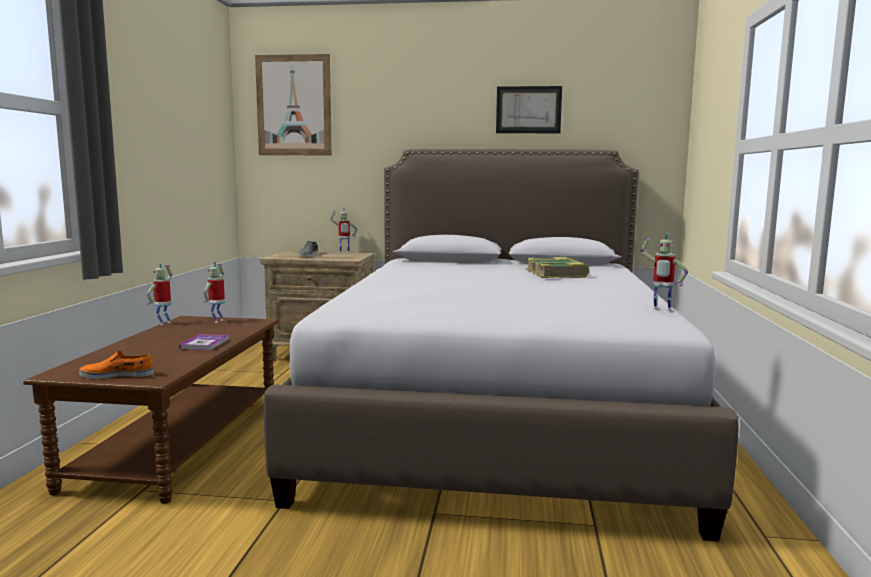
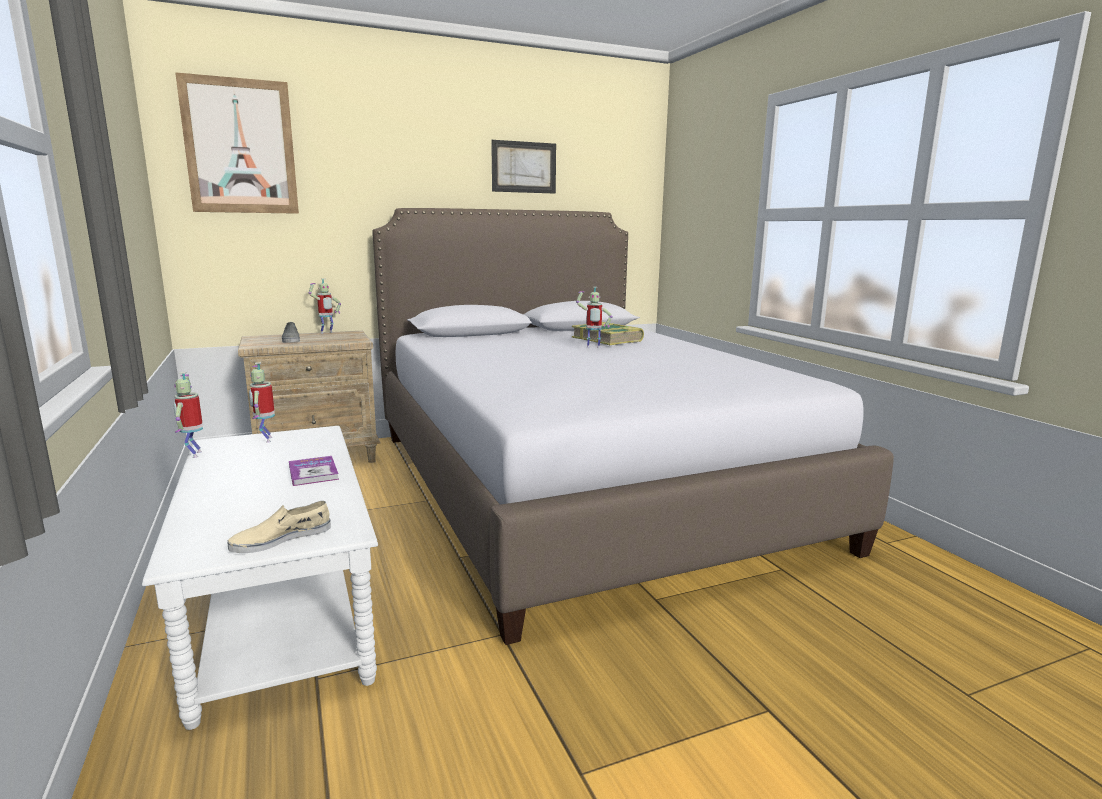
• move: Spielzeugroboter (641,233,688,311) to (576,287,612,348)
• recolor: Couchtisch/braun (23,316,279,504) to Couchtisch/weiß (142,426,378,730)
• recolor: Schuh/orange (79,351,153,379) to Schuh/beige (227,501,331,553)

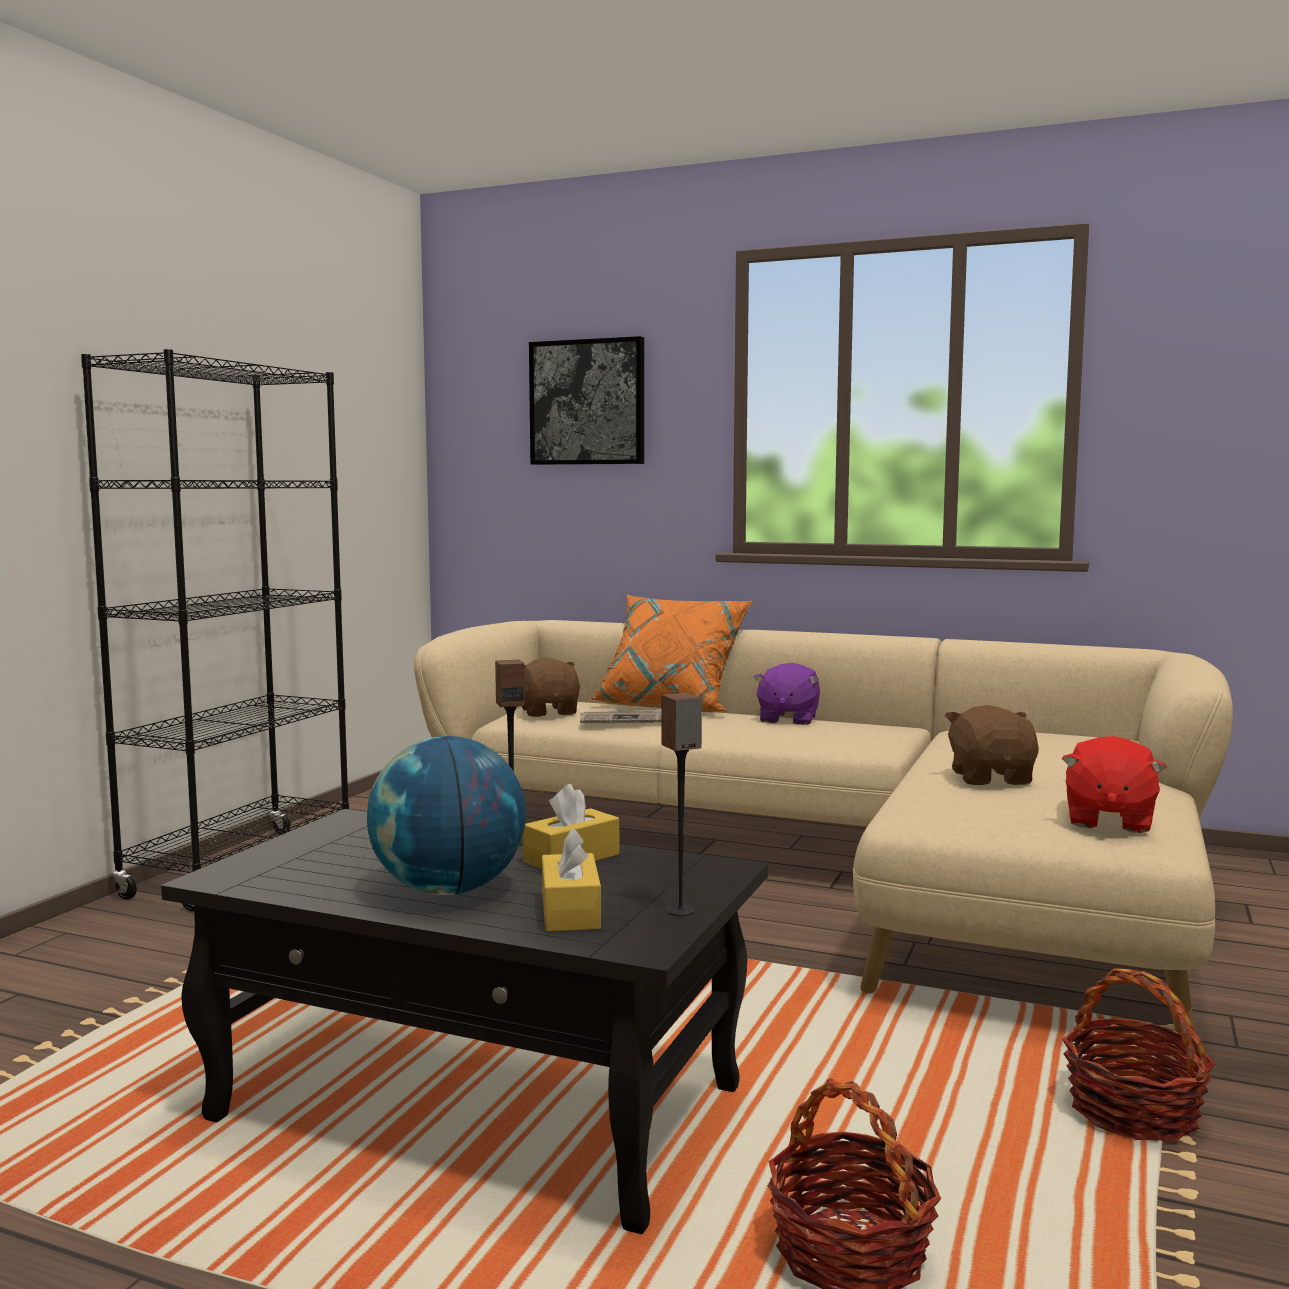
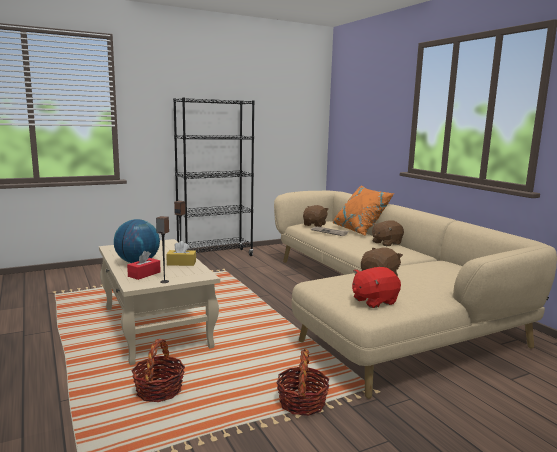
• delete: Bild (529,336,644,465)
• recolor: Couchtisch/schwarz (161,809,768,1234) to Couchtisch/beige (99,239,220,365)
• recolor: Taschentuchbox/gelb (542,828,601,931) to Taschentuchbox/rot (127,251,161,280)
• recolor: Plüschtier/lila (753,663,820,725) to Plüschtier/braun (372,221,404,246)

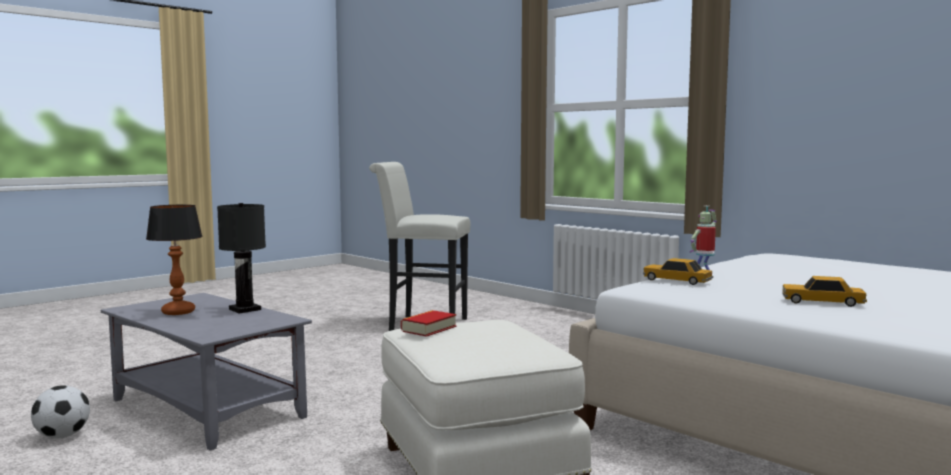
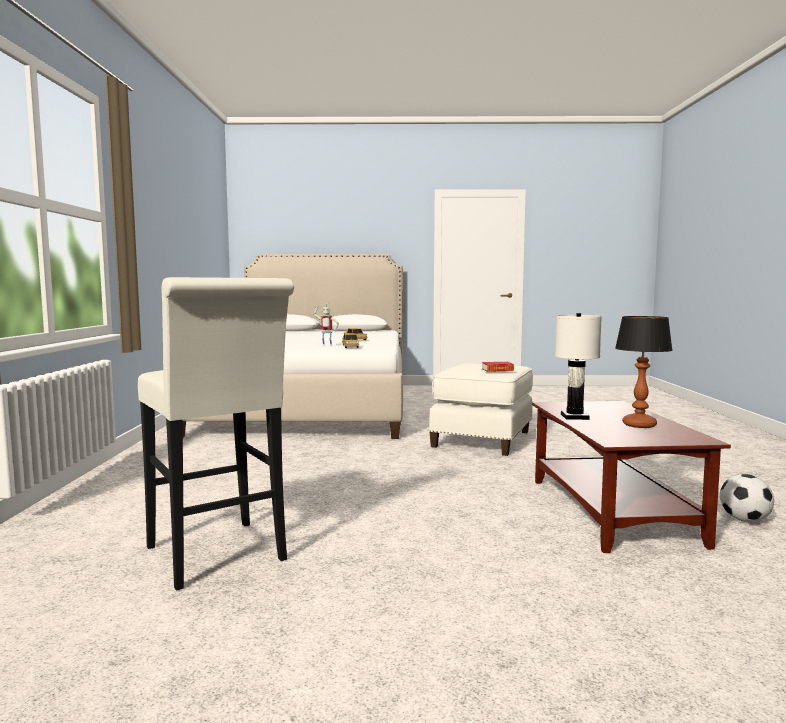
• recolor: Couchtisch/grau (101,293,312,451) to Couchtisch/braun (532,401,731,553)
• recolor: Tischlampe/schwarz (217,203,266,313) to Tischlampe/weiß (555,313,602,420)

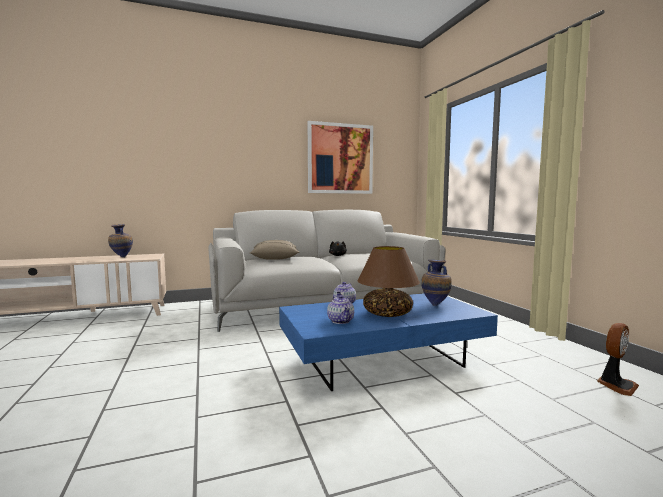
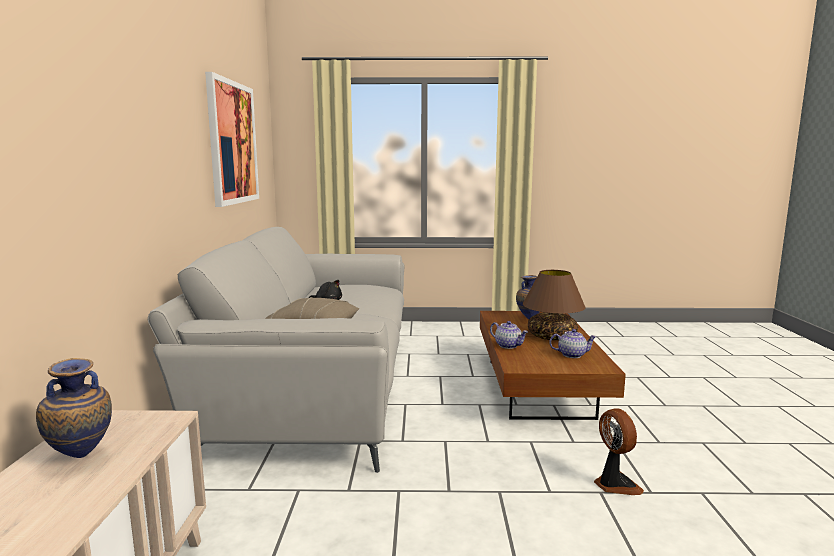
• move: Ventilator (597,323,639,396) to (594,408,644,495)
• recolor: Couchtisch/blau (279,293,498,391) to Couchtisch/braun (480,311,626,420)

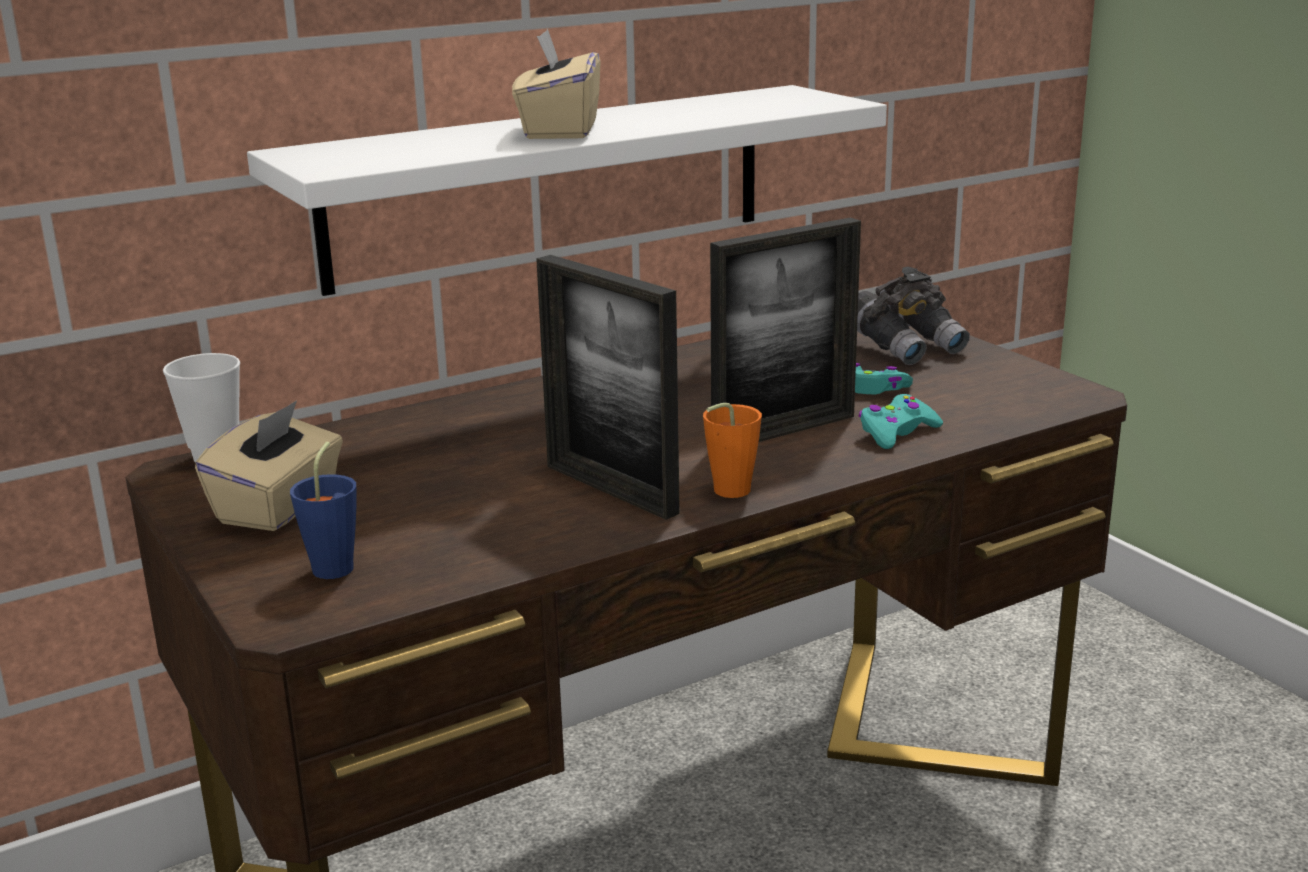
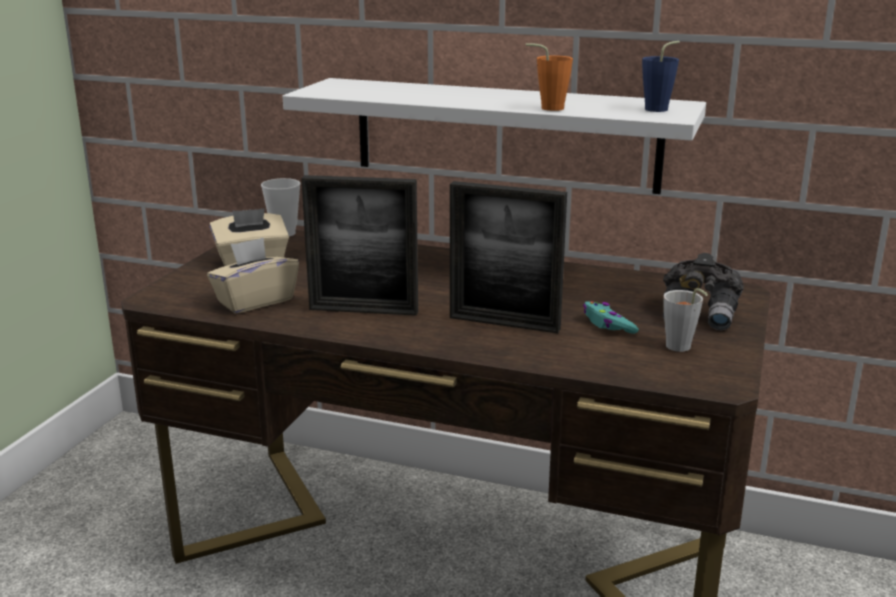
• delete: Gamepad/türkis (859,394,943,449)
• insert: Tasse/grau (663,288,708,352)
• move: Tasse/blau (290,442,356,579) to (642,41,680,112)
• move: Taschentuchbox/beige (512,29,601,139) to (207,237,299,314)
• move: Tasse/orange (703,403,762,498) to (526,43,573,111)
• rotate: Bilderrahmen (536,255,680,520) = (301,175,418,316) 90 degrees counterclockwise

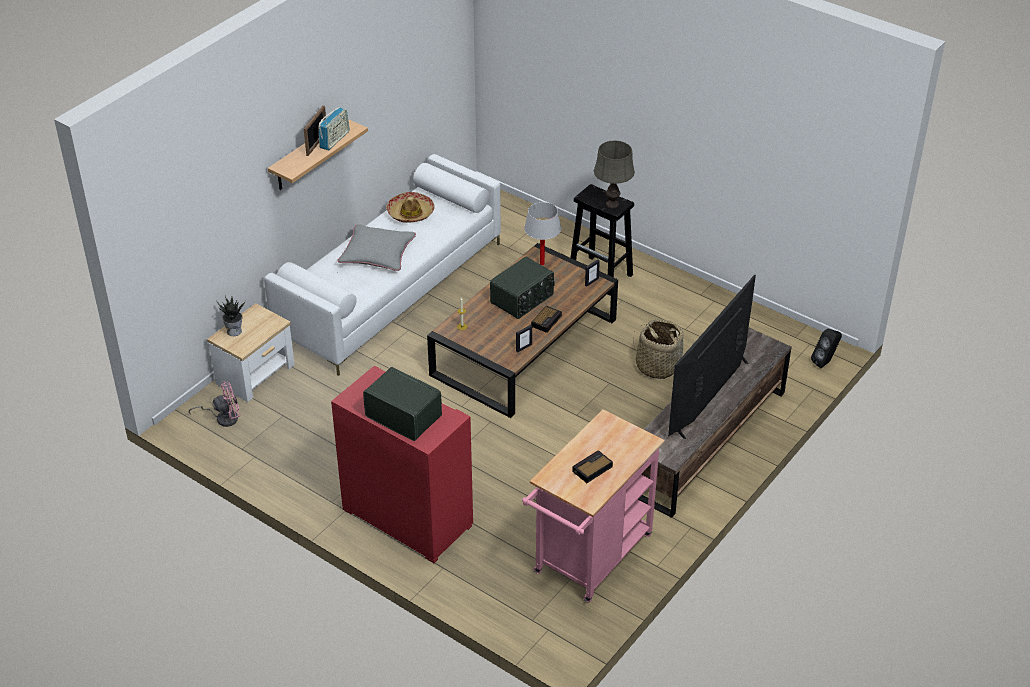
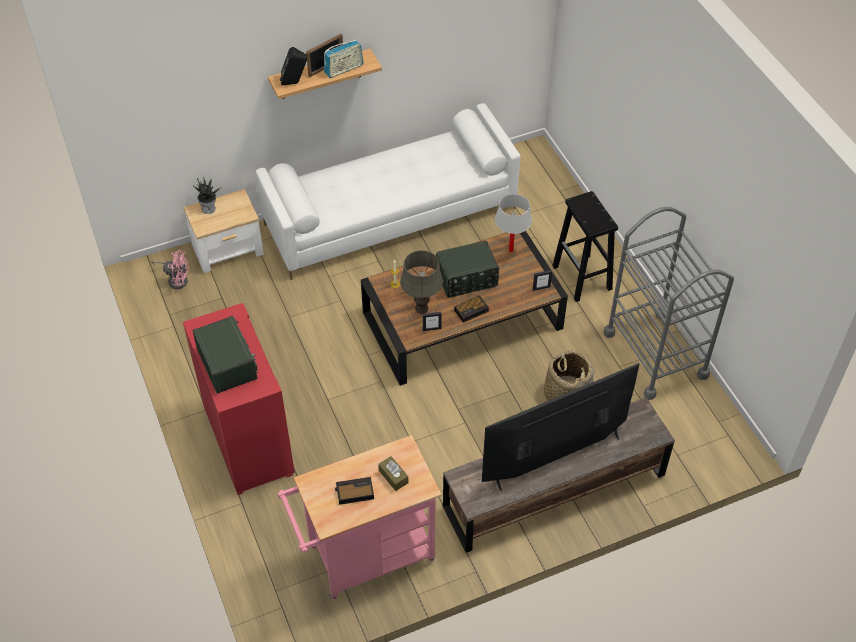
• delete: Kissen/grau (338,224,416,271)
• delete: Hut (386,192,435,223)
• insert: Taschentuchbox/braun (378,456,408,491)
• insert: Rollwagen/grau (604,207,734,400)
• move: Tischlampe/grau (594,140,635,209) to (400,250,443,314)
• move: Lautsprecher/schwarz (811,329,842,368) to (280,47,307,86)

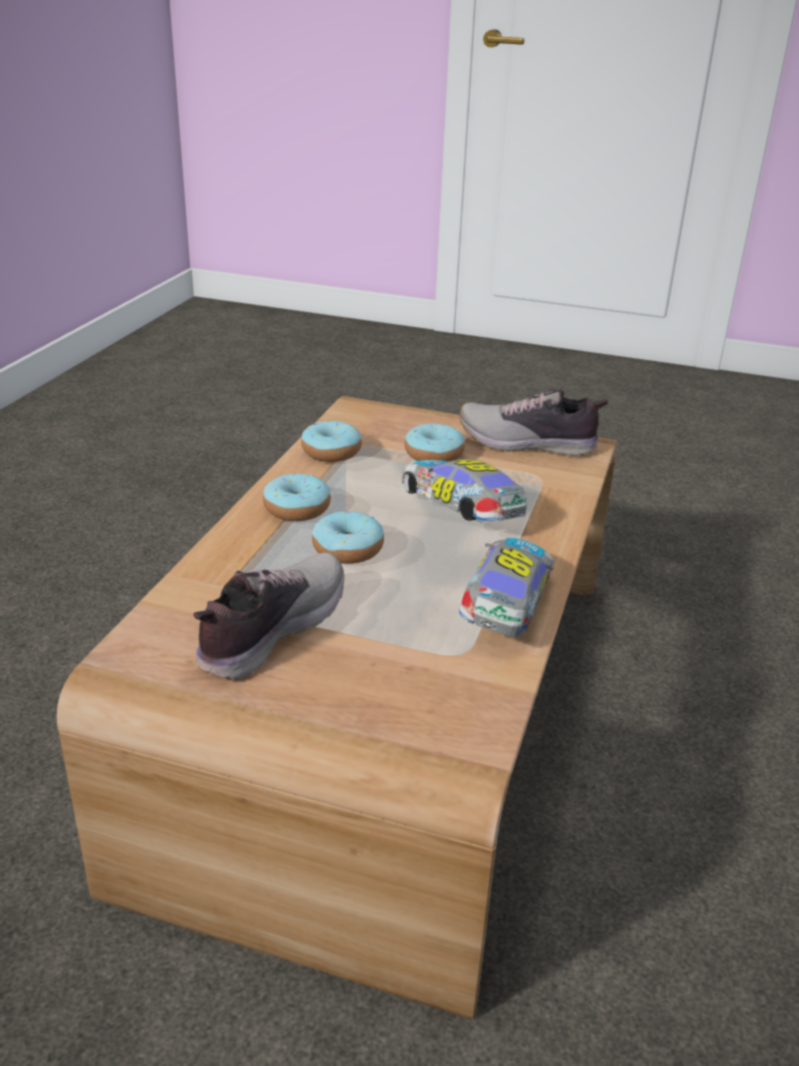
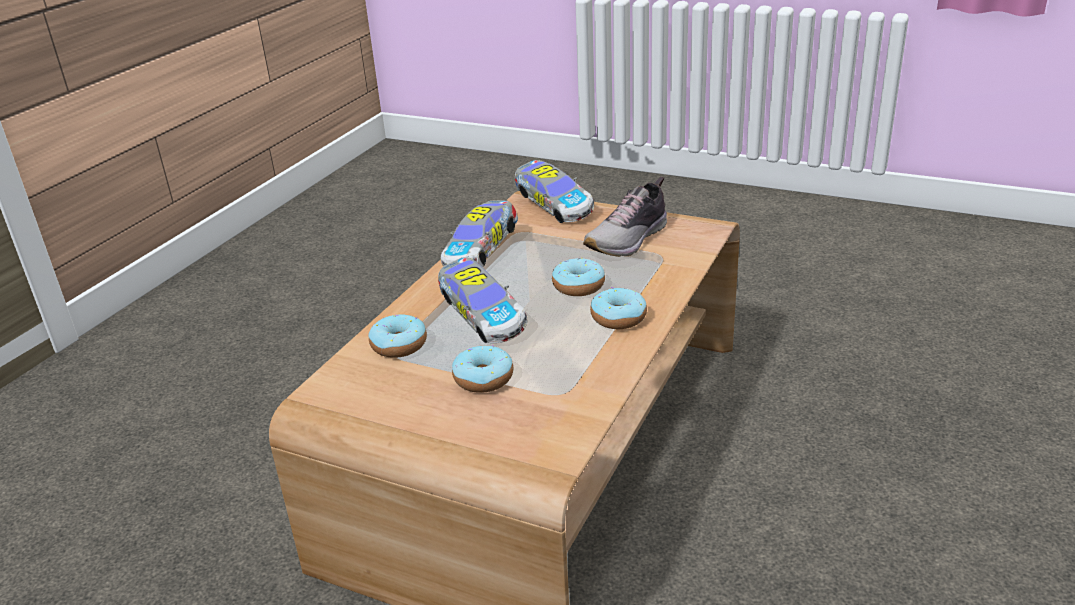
• delete: Schuh (460,389,608,456)
• insert: Spielzeugauto (515,160,594,223)
• move: Donut (301,420,362,462) to (368,314,427,358)

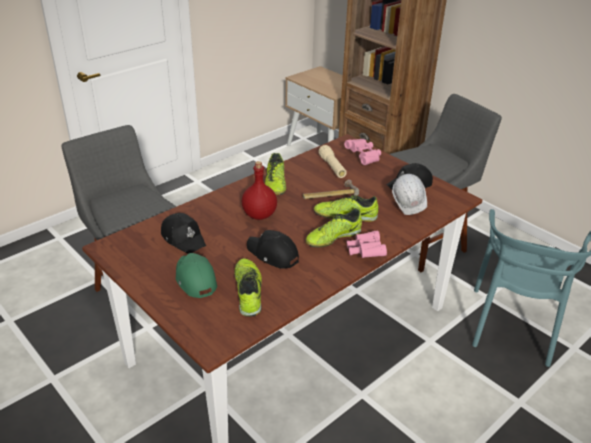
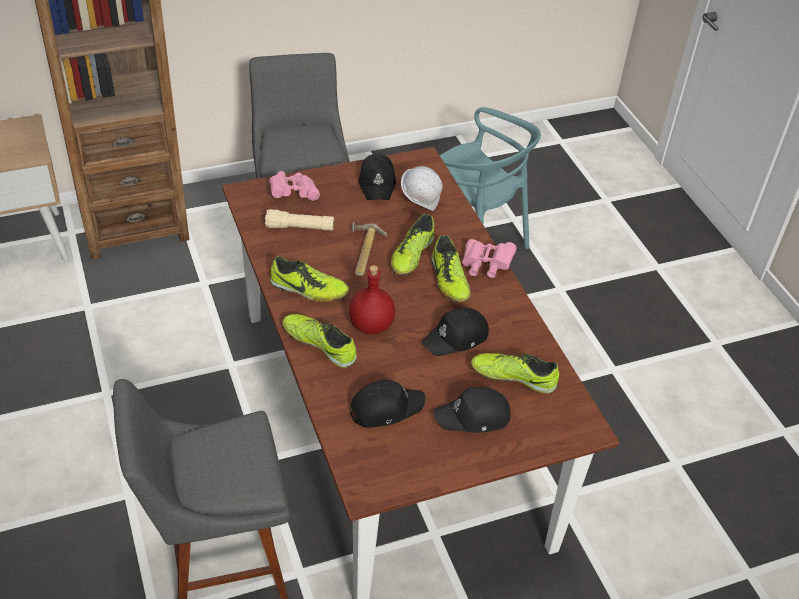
• insert: Schuh (282,314,357,368)
• recolor: Kappe/grün (176,253,217,298) to Kappe/schwarz (433,387,510,433)

